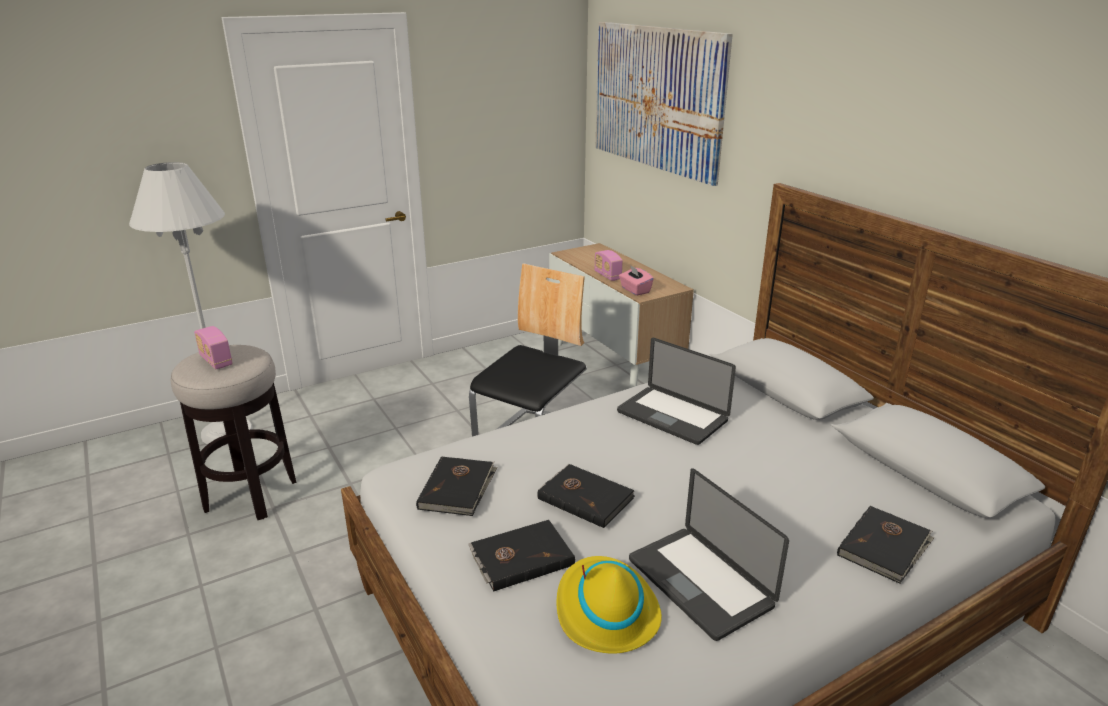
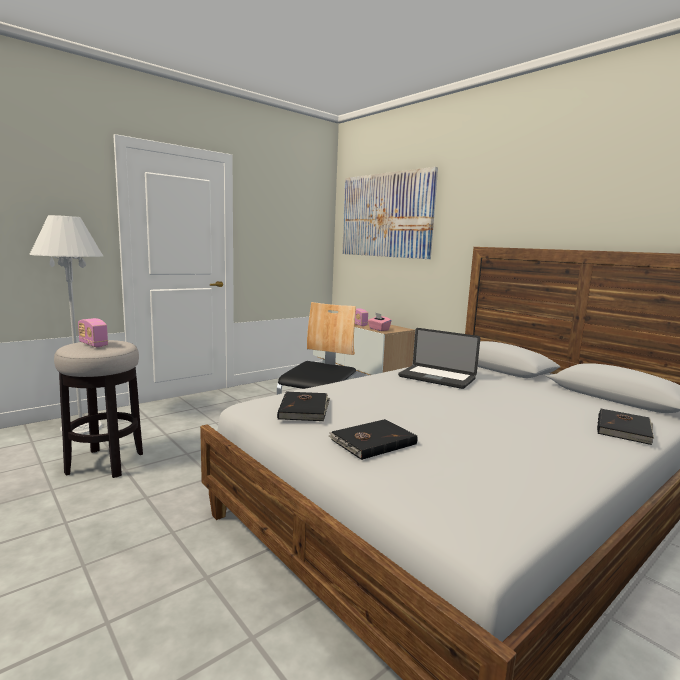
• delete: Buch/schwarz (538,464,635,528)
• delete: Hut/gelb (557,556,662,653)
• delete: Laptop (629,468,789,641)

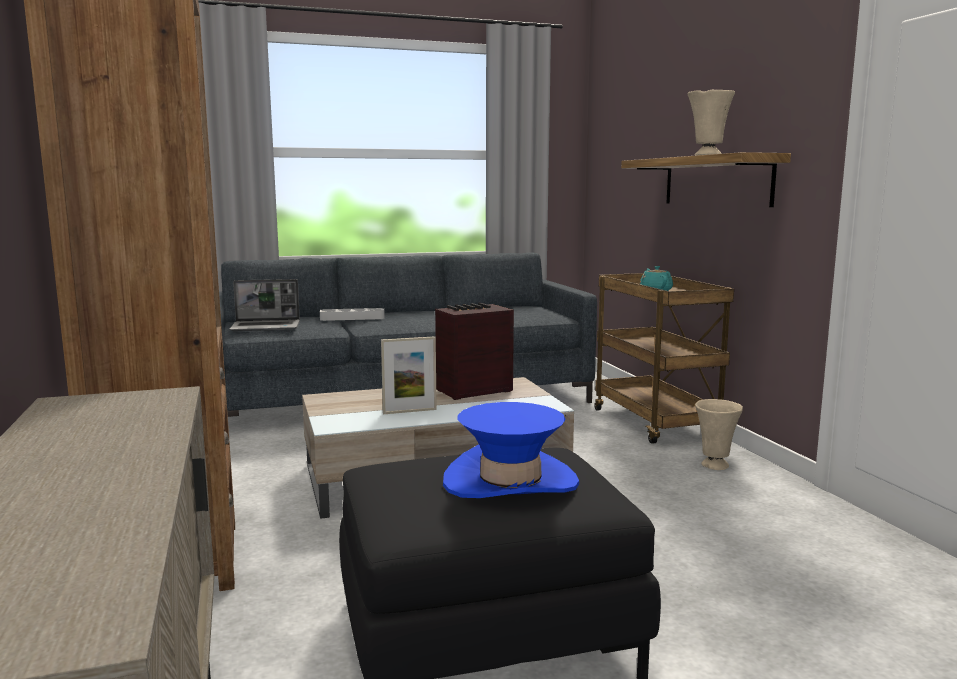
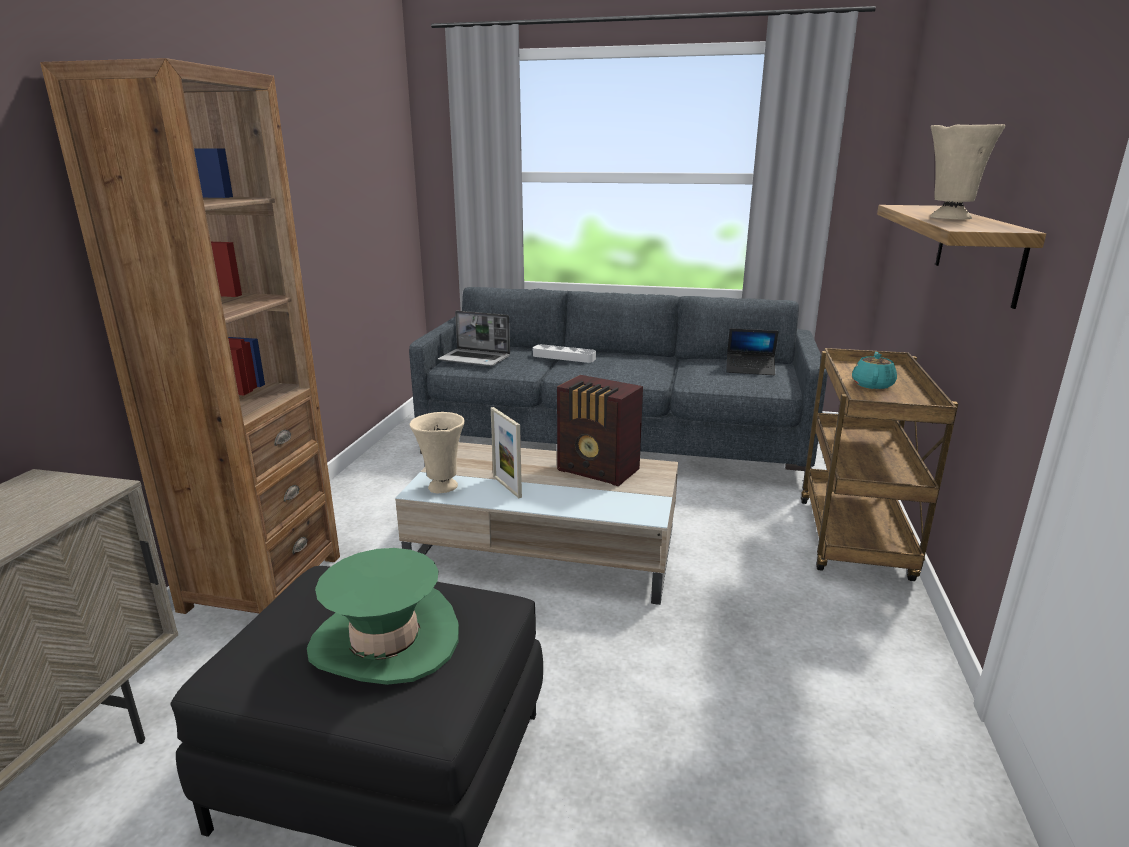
• insert: Laptop (726,328,778,375)
• move: Vase/beige (695,399,743,470) to (410,412,465,493)
• recolor: Hut/blau (443,402,579,498) to Hut/grün (307,548,459,685)
• rotate: Bilderrahmen (381,336,437,414) = (491,407,522,498) 45 degrees clockwise
• rotate: Radio (435,303,514,400) = (557,375,643,486) 150 degrees counterclockwise

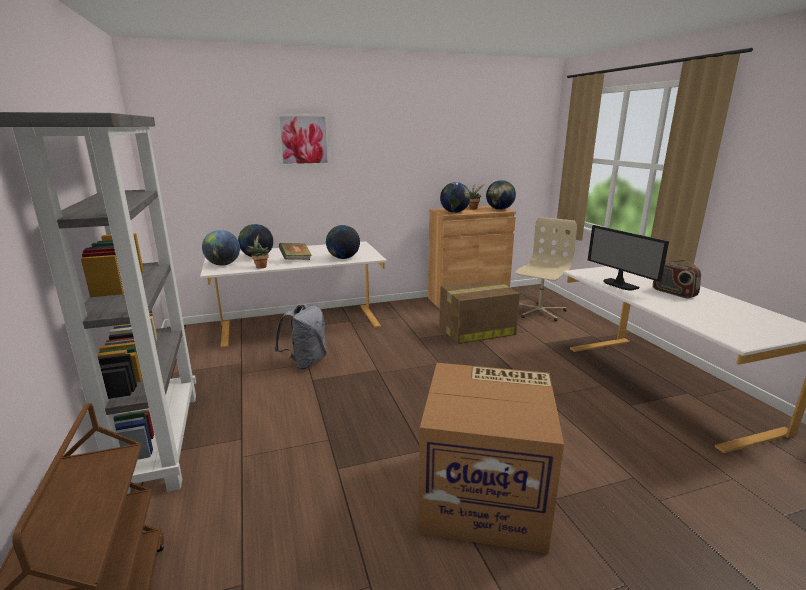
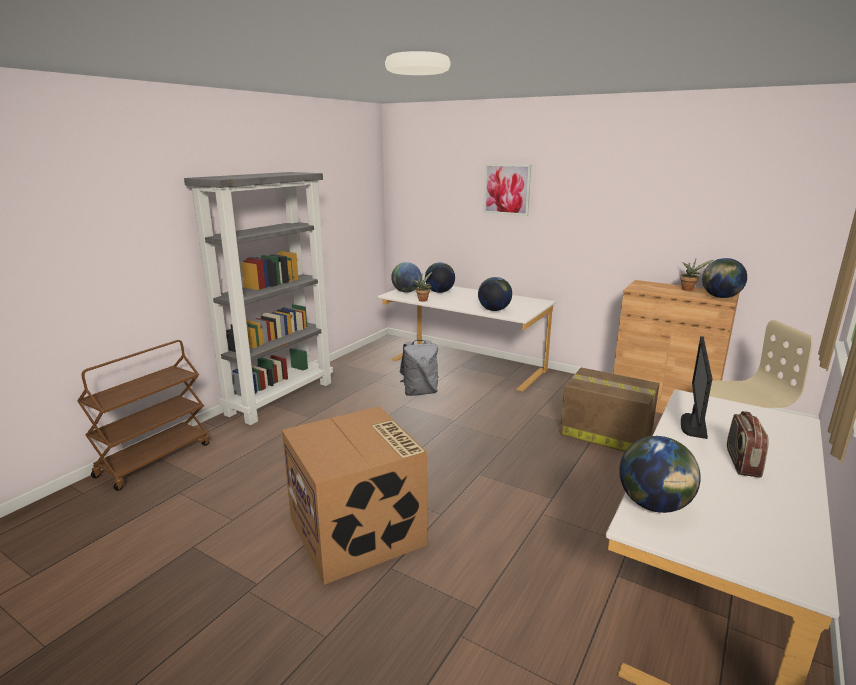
• delete: Buch (279,243,312,260)
• move: Globus (440,182,470,213) to (619,436,701,513)

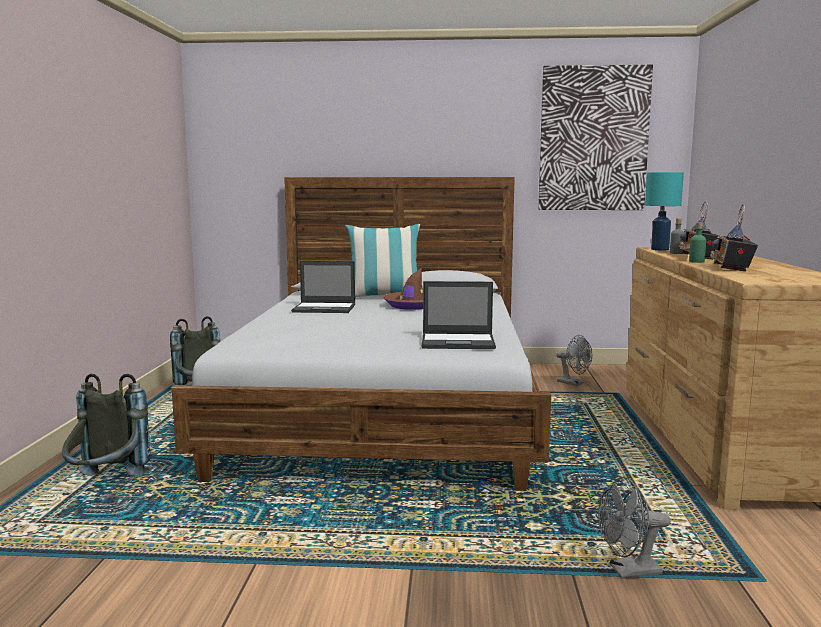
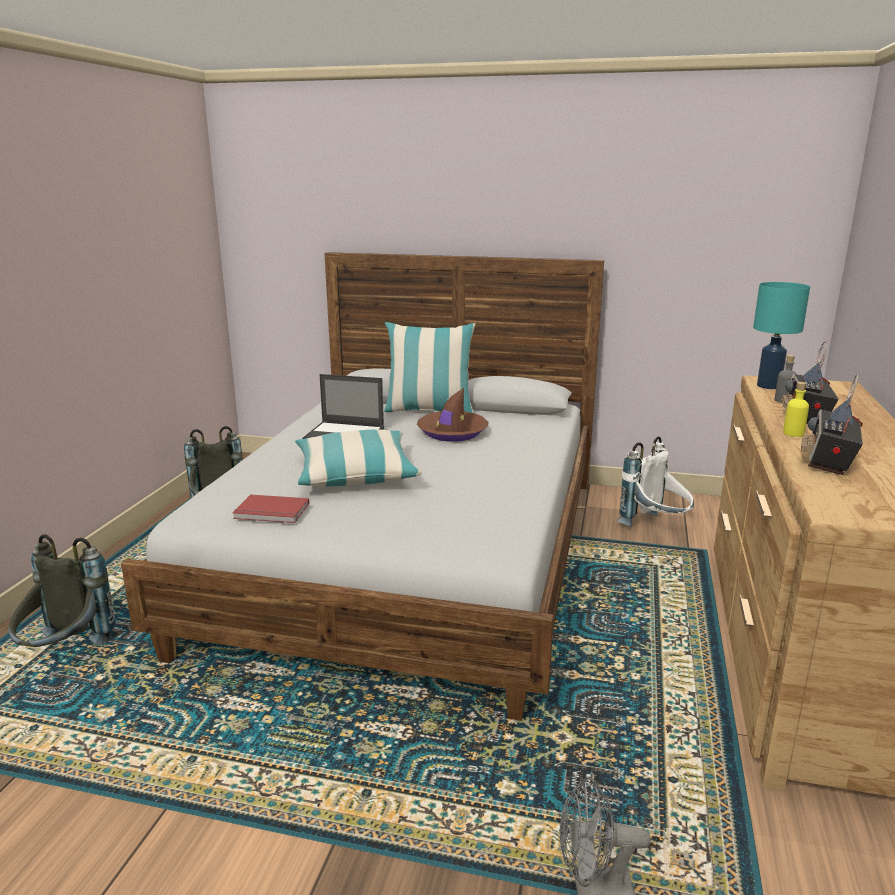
• delete: Laptop (421,281,496,349)
• delete: Bild (538,65,653,210)
• insert: Buch/rot (233,495,309,523)
• insert: Kissen (295,429,422,487)
• replace: Ventilator/grau (556,335,592,386) to Rucksack/weiß (617,436,694,527)
• recolor: Flasche/grün (689,223,706,263) to Flasche/gelb (783,382,809,437)

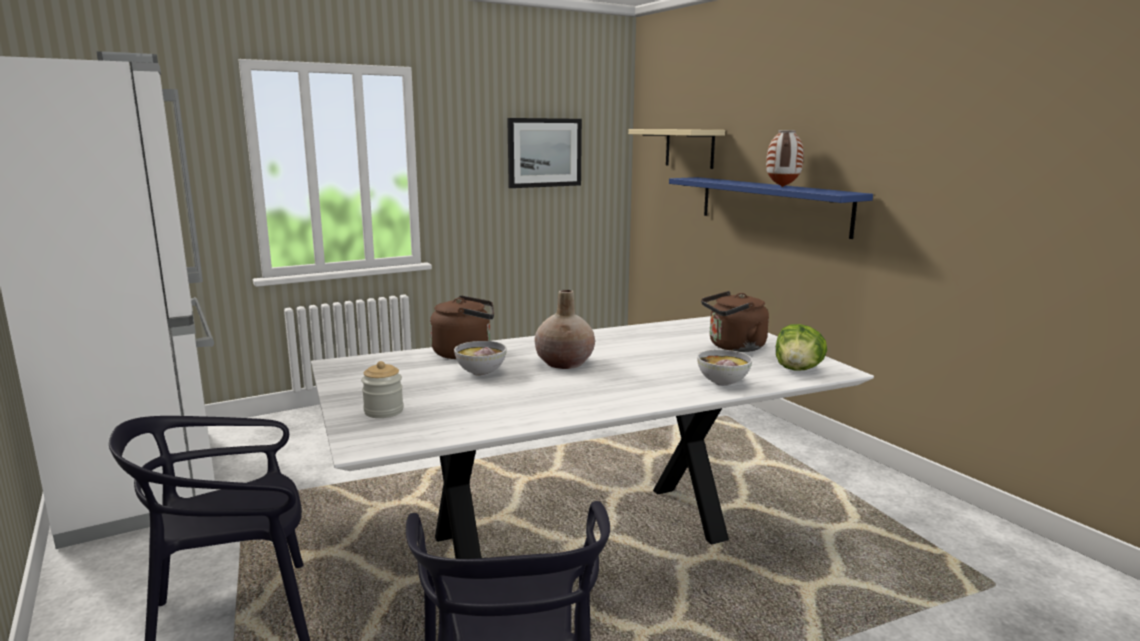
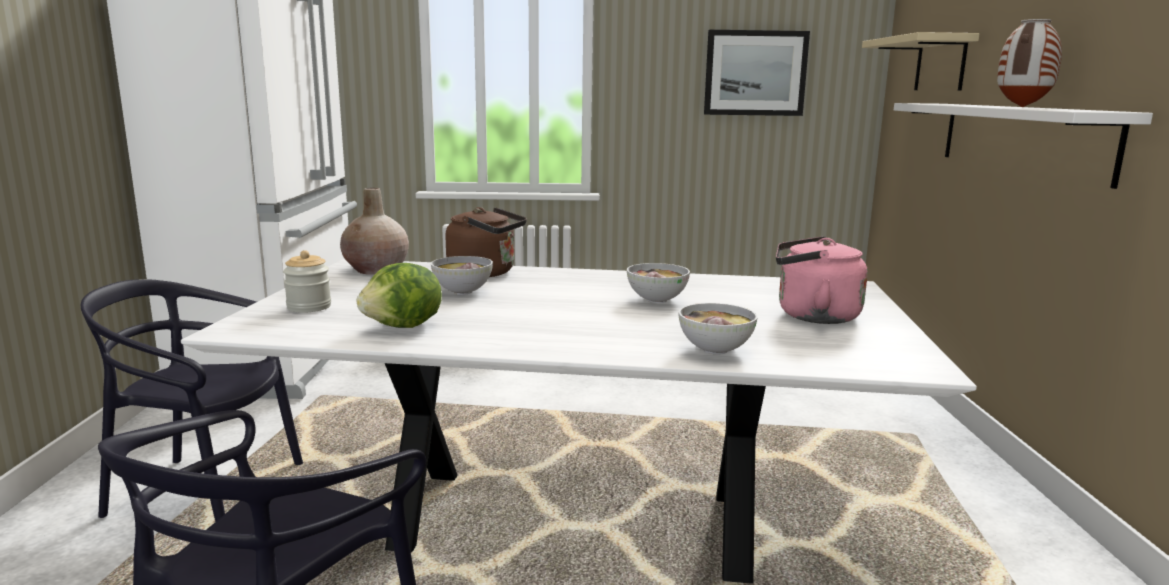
• insert: Schüssel (627,263,690,303)
• move: Vase/beige (535,290,595,369) to (340,188,409,275)
• move: Salatkopf (776,324,827,370) to (357,263,442,328)
• recolor: Wandregal/blau (669,177,873,239) to Wandregal/weiß (894,103,1153,189)
• recolor: Wasserkessel/braun (701,291,769,352) to Wasserkessel/rosa (776,236,868,324)

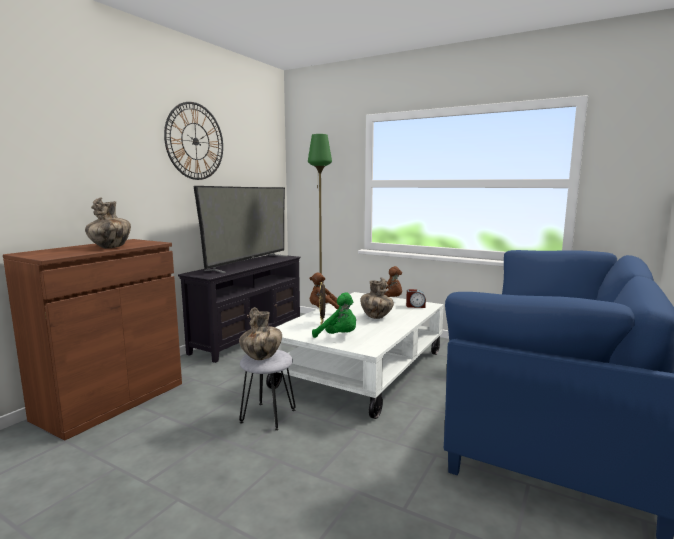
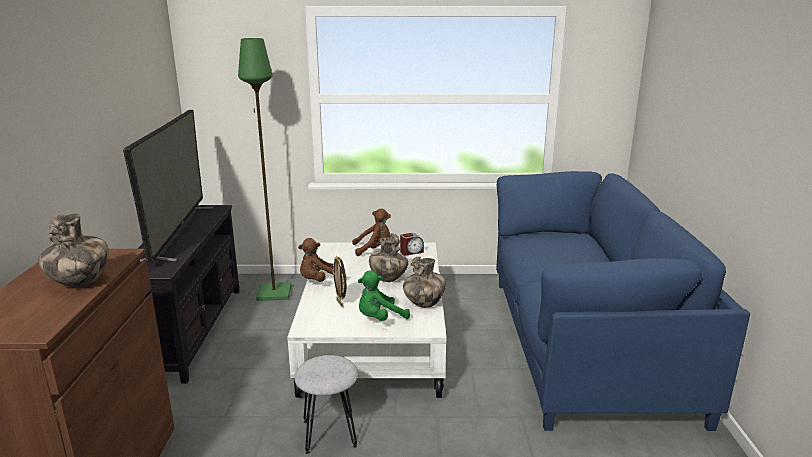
• delete: Wanduhr (164,102,223,180)
• move: Vase (239,307,282,360) to (403,257,446,308)
• rotate: Plüschtier/grün (312,293,356,338) = (358,270,410,321) 150 degrees clockwise

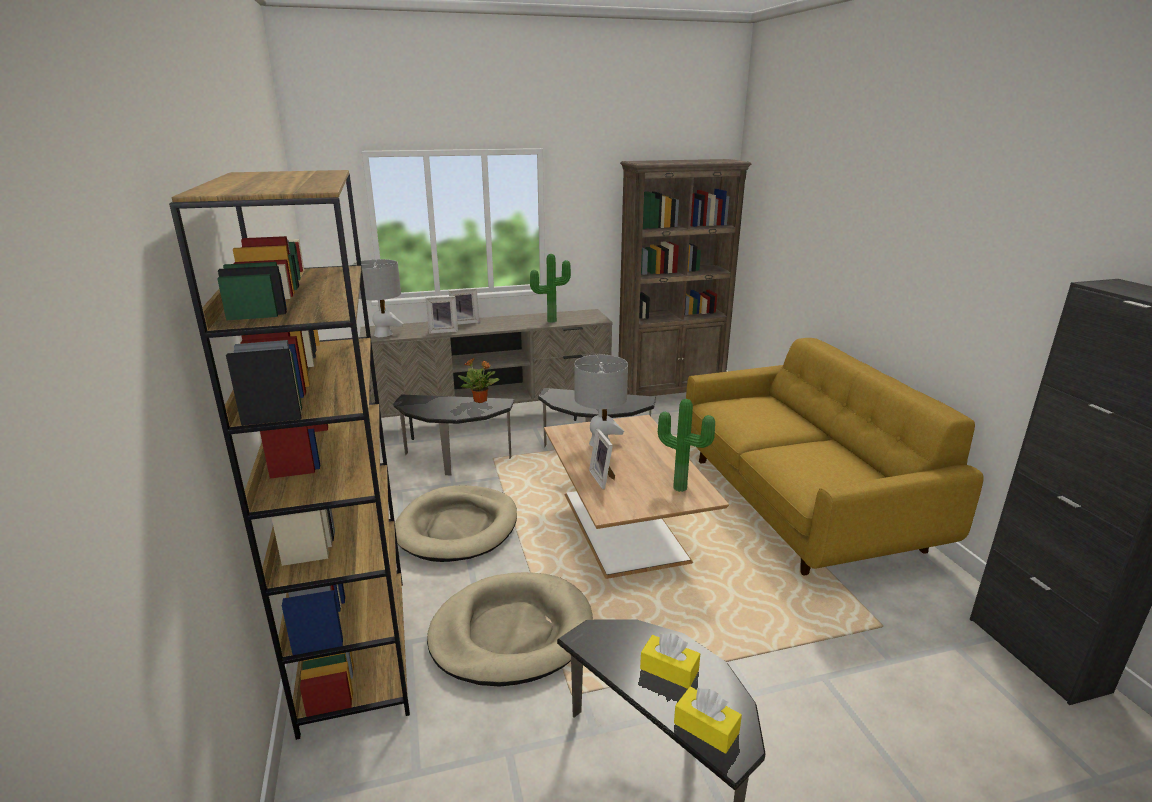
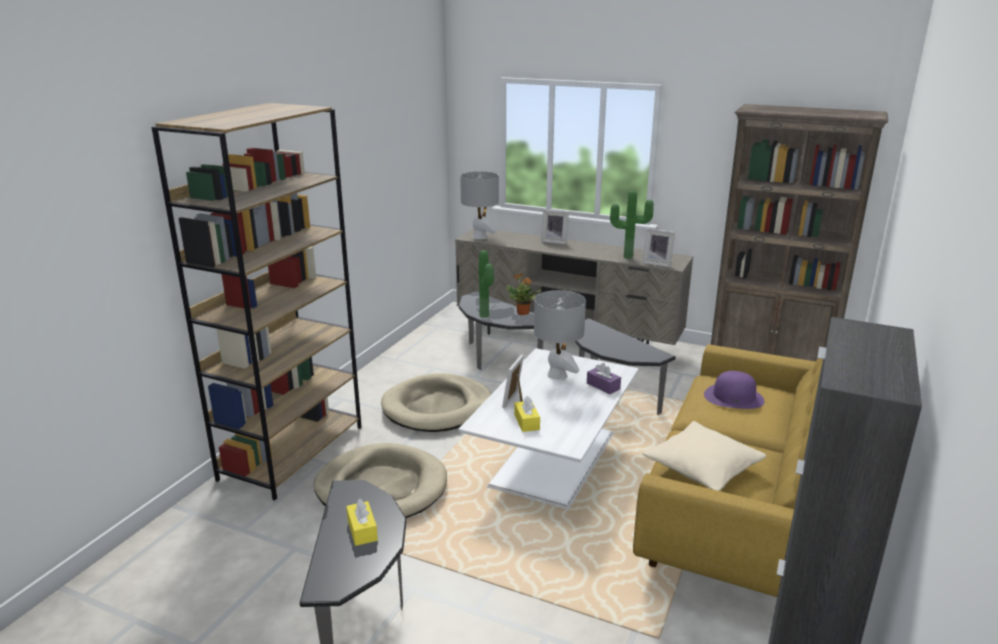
• insert: Taschentuchbox/lila (587,363,621,394)
• insert: Kissen/beige (642,421,766,491)
• insert: Hut/lila (704,371,765,409)
• move: Bilderrahmen (426,296,458,334) to (643,228,675,267)
• move: Topfpflanze (658,399,715,492) to (479,250,494,318)
• move: Taschentuchbox/gelb (674,687,742,754) to (514,396,540,432)
• recolor: Couchtisch/braun (544,415,729,579) to Couchtisch/weiß (458,348,639,510)

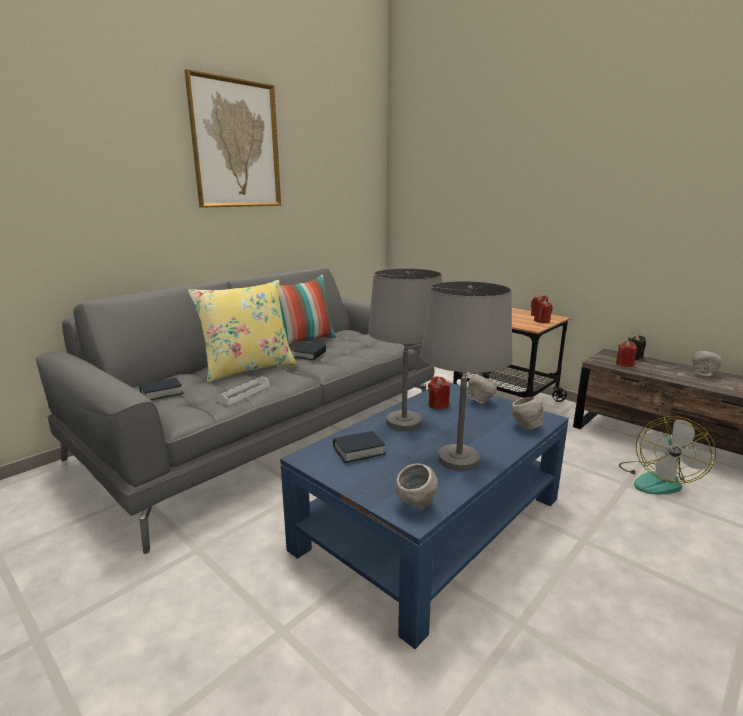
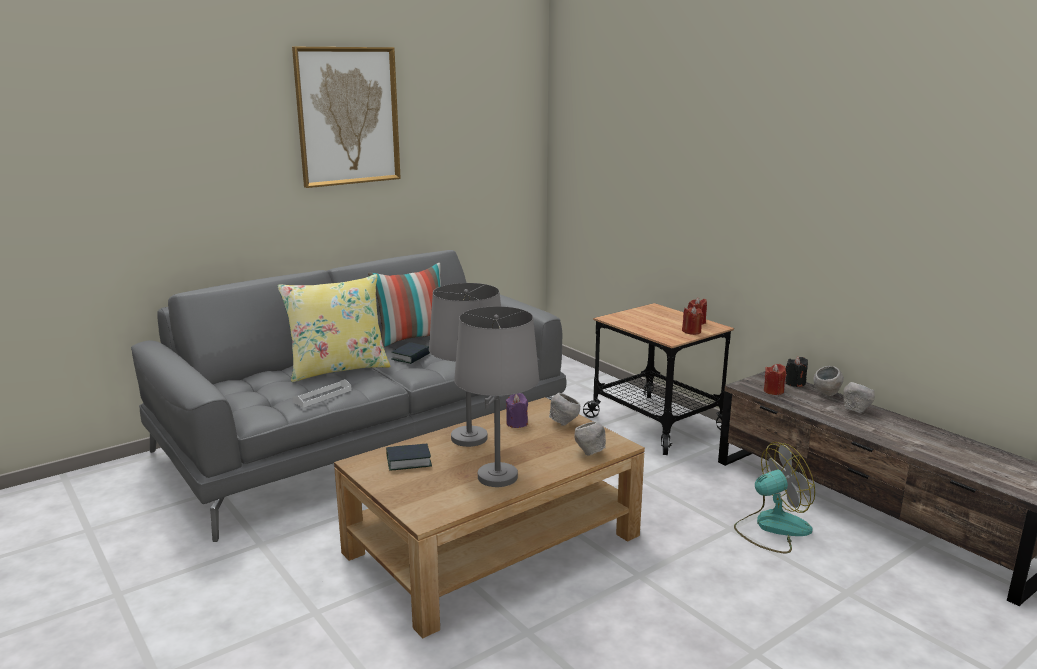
• delete: Buch (139,378,184,400)
• move: Schüssel/grau (395,463,438,508) to (813,366,844,396)
• recolor: Couchtisch/blau (280,382,569,649) to Couchtisch/braun (334,397,645,638)
• recolor: Kerze/rot (428,376,450,410) to Kerze/lila (506,393,528,428)
• rotate: Ventilator (619,416,716,495) = (734,442,815,554) 150 degrees counterclockwise

